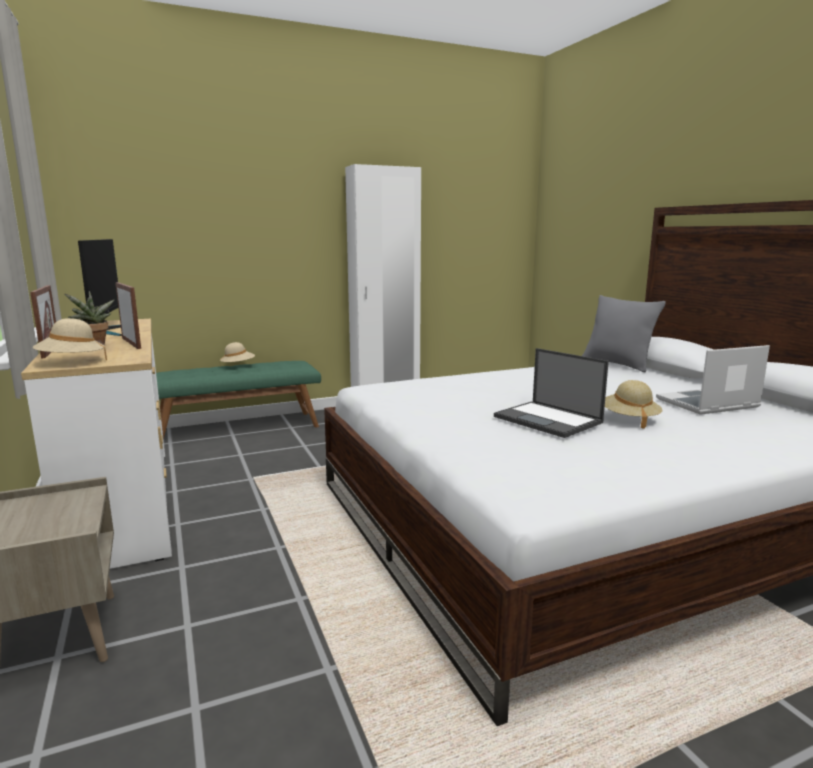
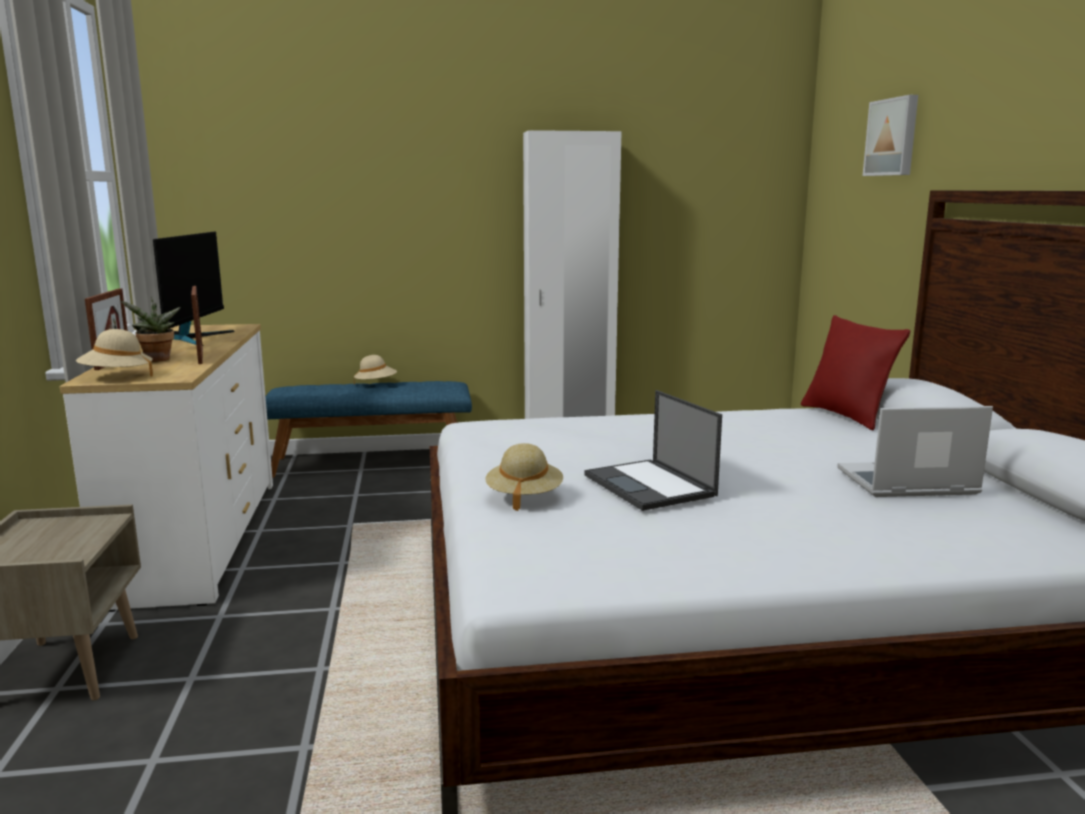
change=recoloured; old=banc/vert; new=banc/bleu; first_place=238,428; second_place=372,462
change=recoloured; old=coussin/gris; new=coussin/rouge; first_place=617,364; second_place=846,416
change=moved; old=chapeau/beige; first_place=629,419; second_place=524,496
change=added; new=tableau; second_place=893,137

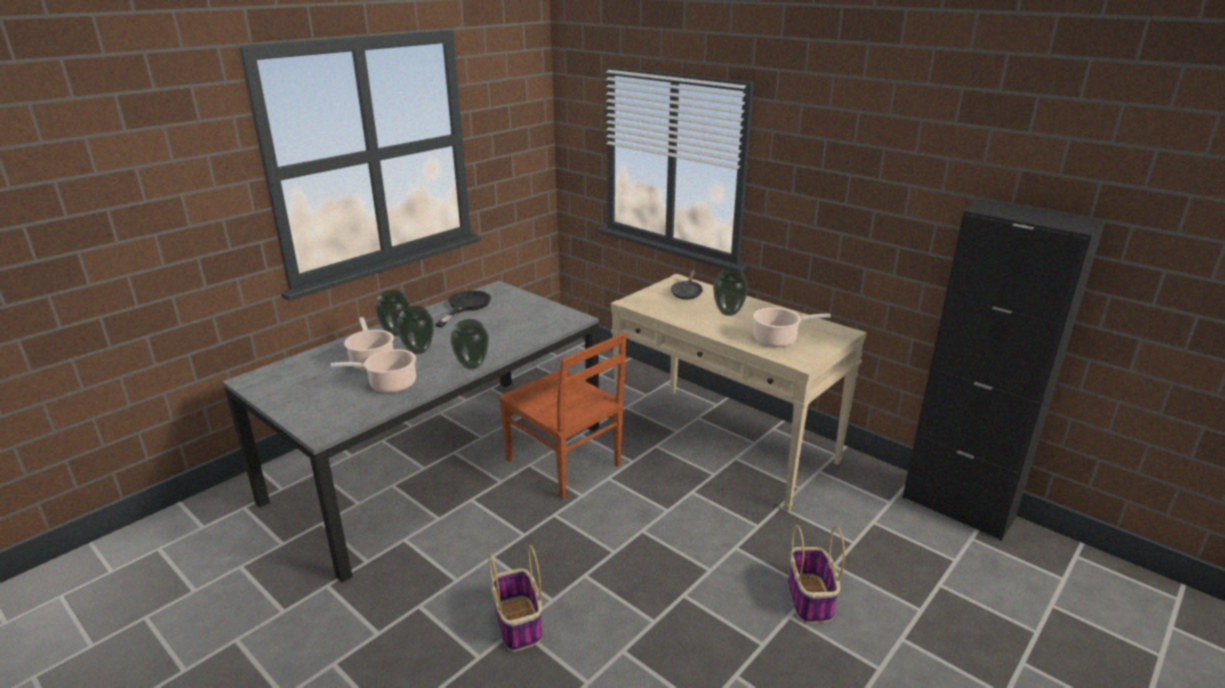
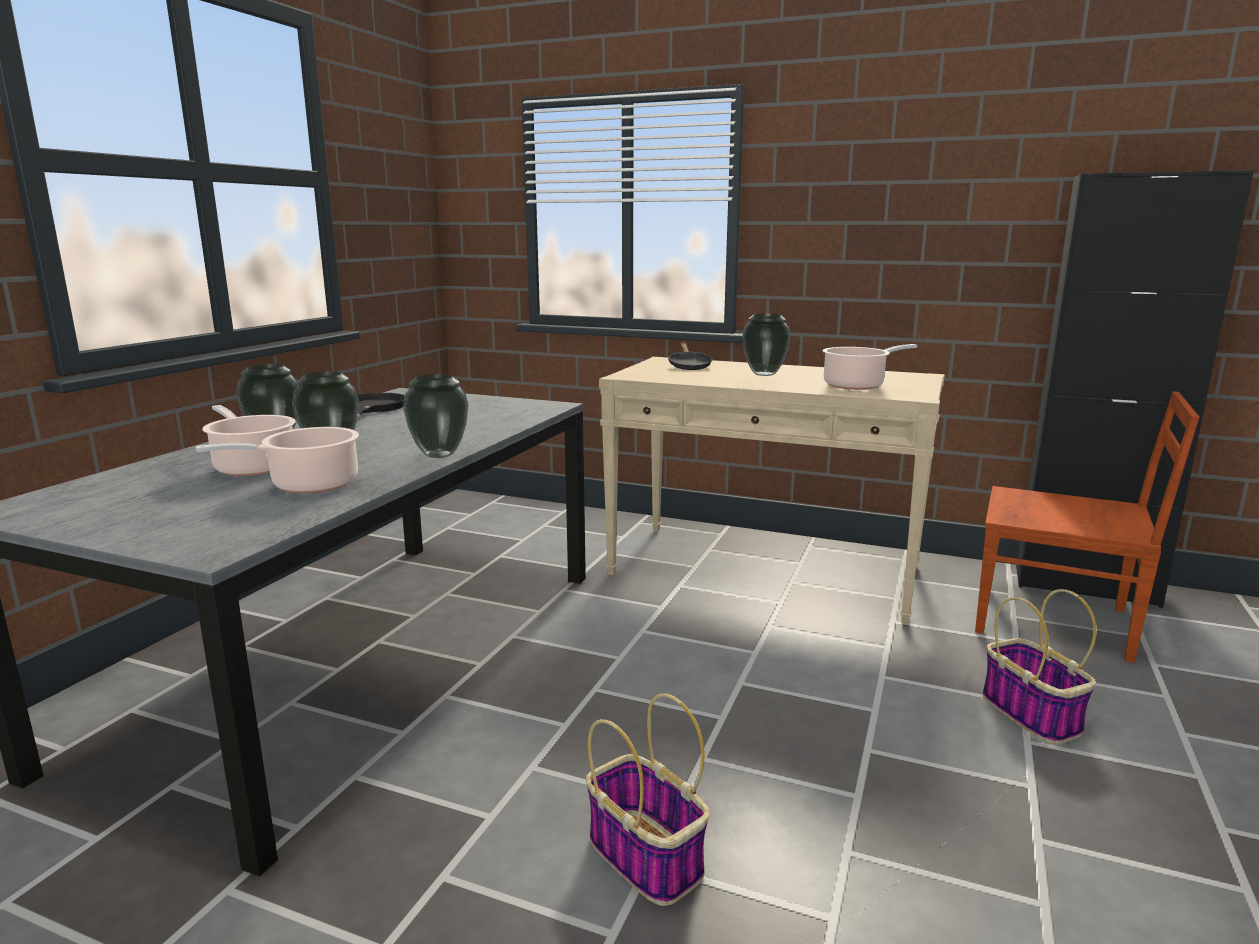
change=moved; old=chaise/marron; first_place=564,464; second_place=1056,622

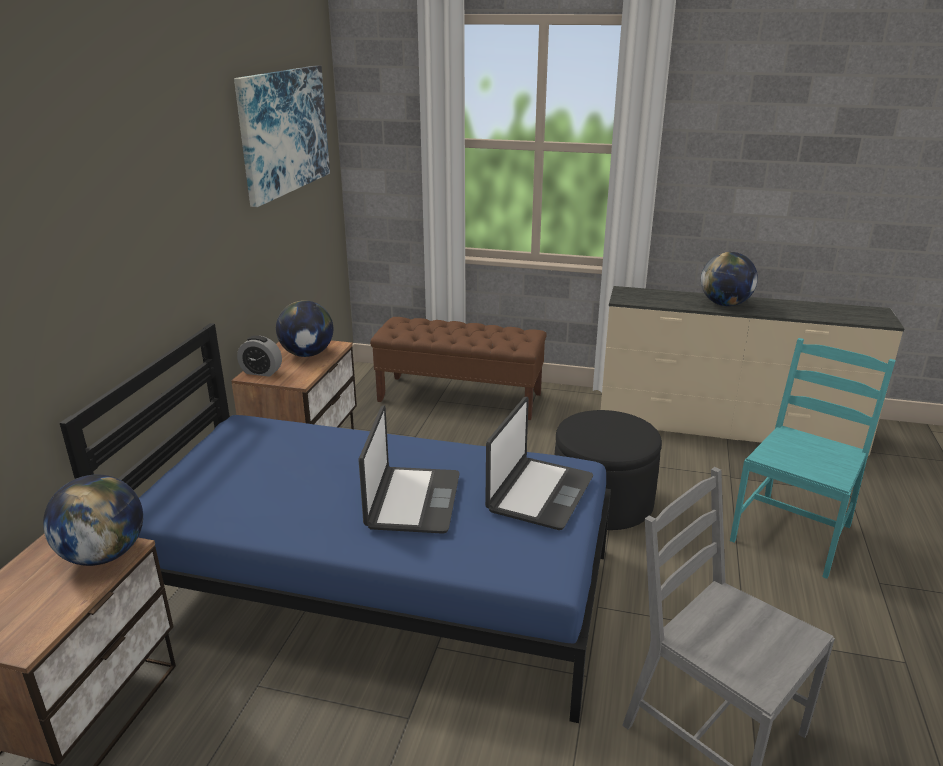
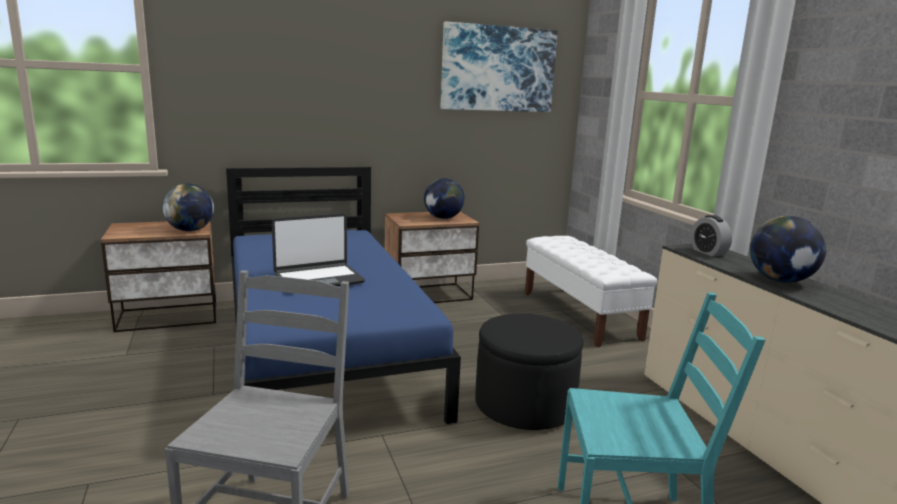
change=moved; old=réveil; first_place=261,372; second_place=708,252
change=recoloured; old=banc/marron; new=banc/blanc; first_place=460,397; second_place=579,315
change=removed; old=ordinateur portable; first_place=539,494

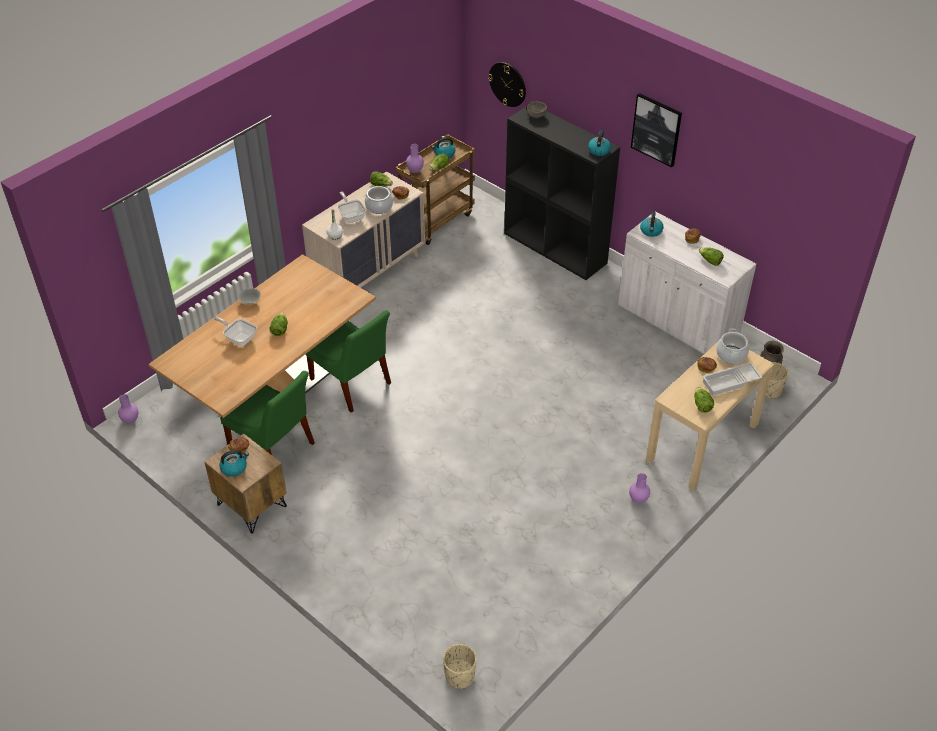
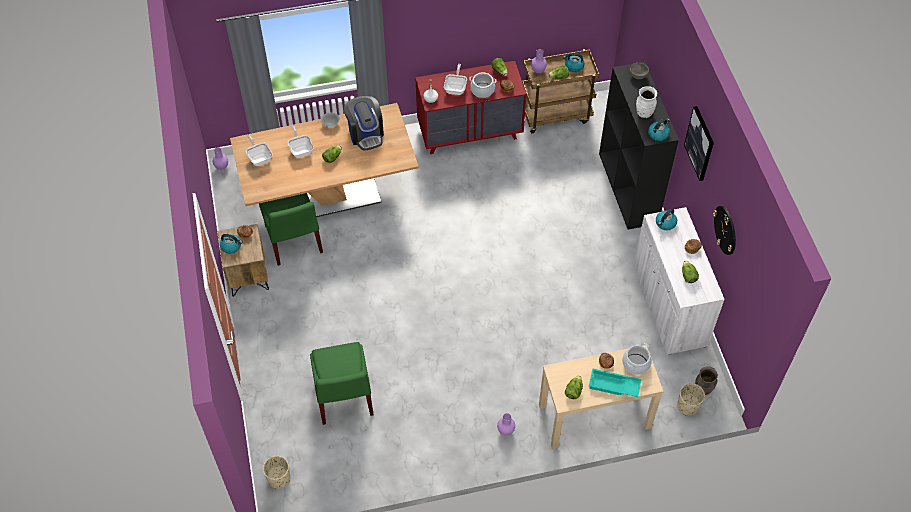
change=recoloured; old=commode/beige; new=commode/rouge; first_place=368,270; second_place=470,132
change=moved; old=chaise/vert; first_place=352,384; second_place=343,398
change=moved; old=horloge murale; first_place=507,84; second_place=725,230
change=recoloured; old=plateau/blanc; new=plateau/turquoise; first_place=731,382; second_place=613,386
change=added; new=poêle; second_place=259,157
change=added; new=machine à café; second_place=365,134
change=added; new=vase/blanc; second_place=644,113

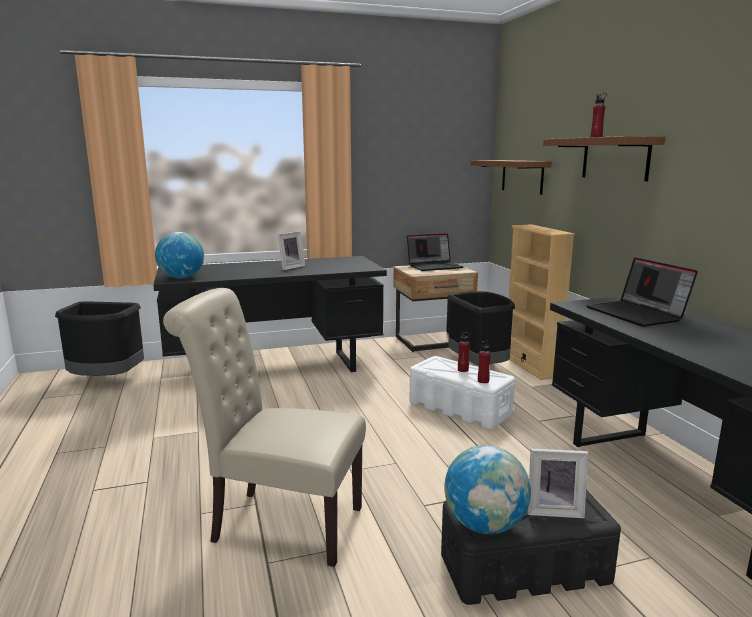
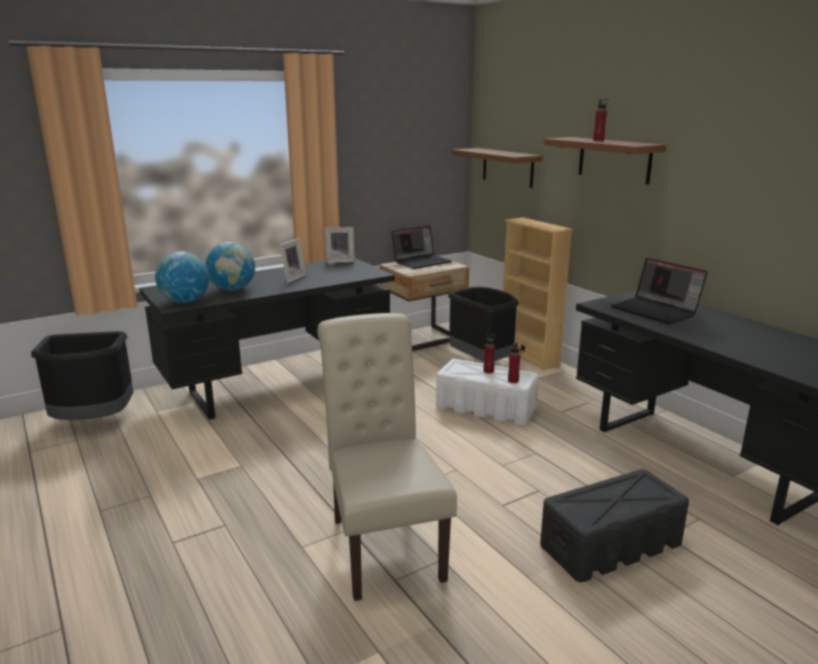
change=turned; old=chaise/beige; first_place=279,523; second_place=383,543; degrees=75
change=moved; old=globe; first_place=485,525; second_place=232,289
change=moved; old=cadre photo; first_place=553,509; second_place=340,261

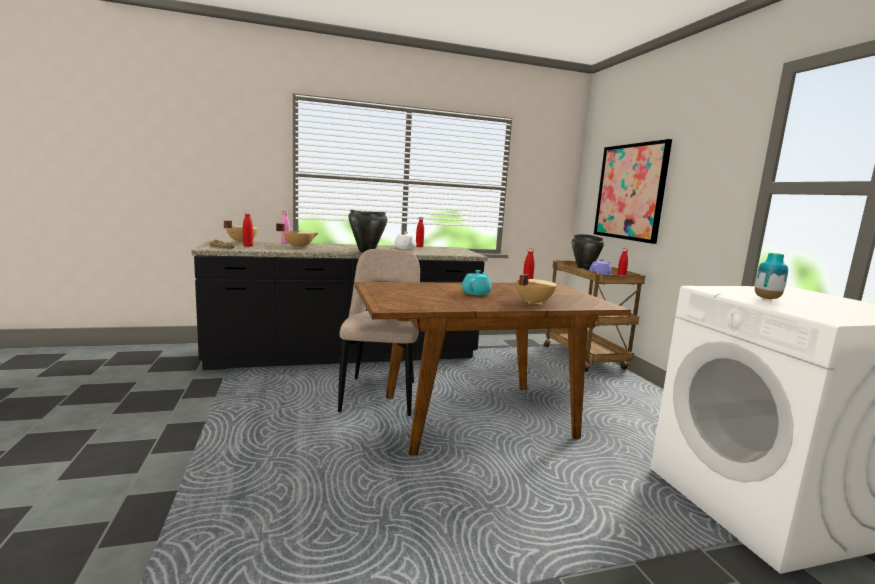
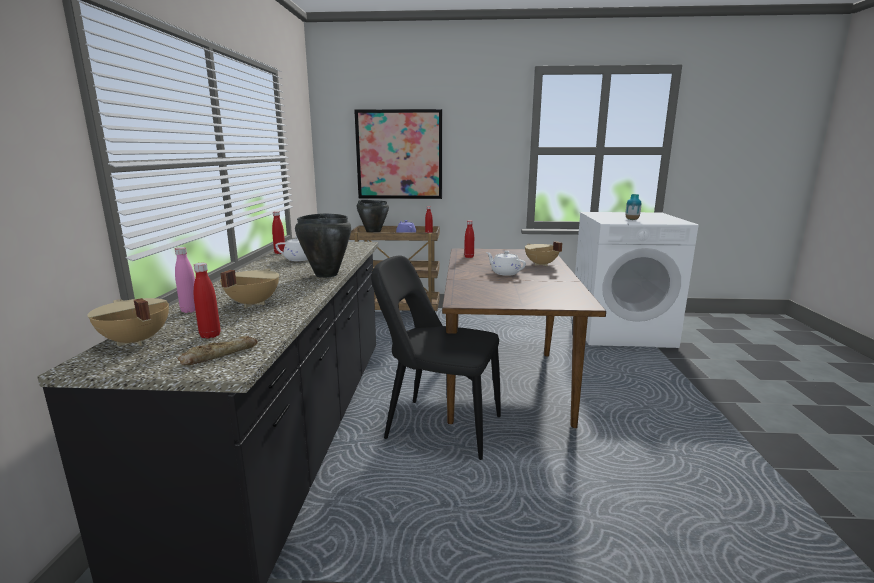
change=recoloured; old=chaise/beige; new=chaise/noir; first_place=380,394; second_place=438,427
change=recoloured; old=théière/turquoise; new=théière/blanc; first_place=476,293; second_place=505,273

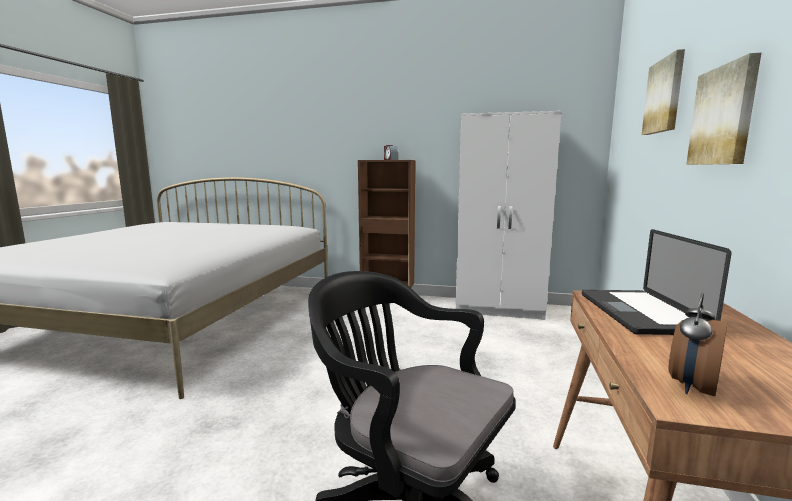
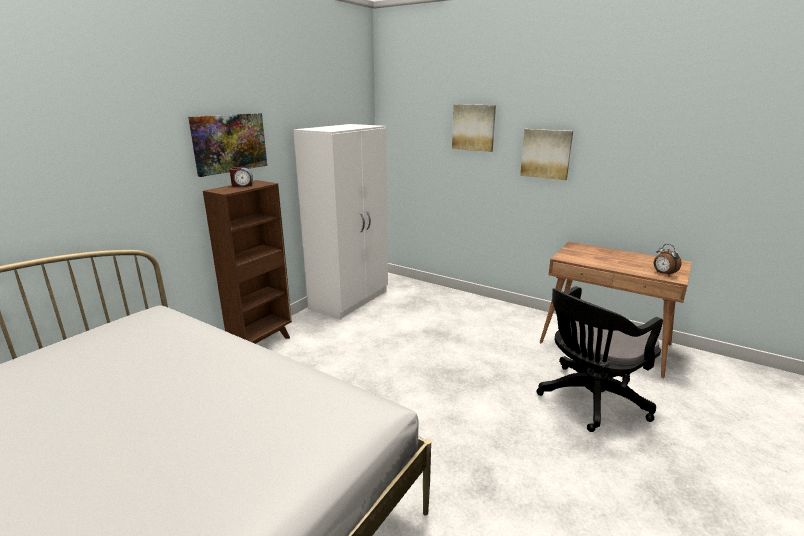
change=removed; old=ordinateur portable; first_place=640,313
change=added; new=tableau; second_place=229,143

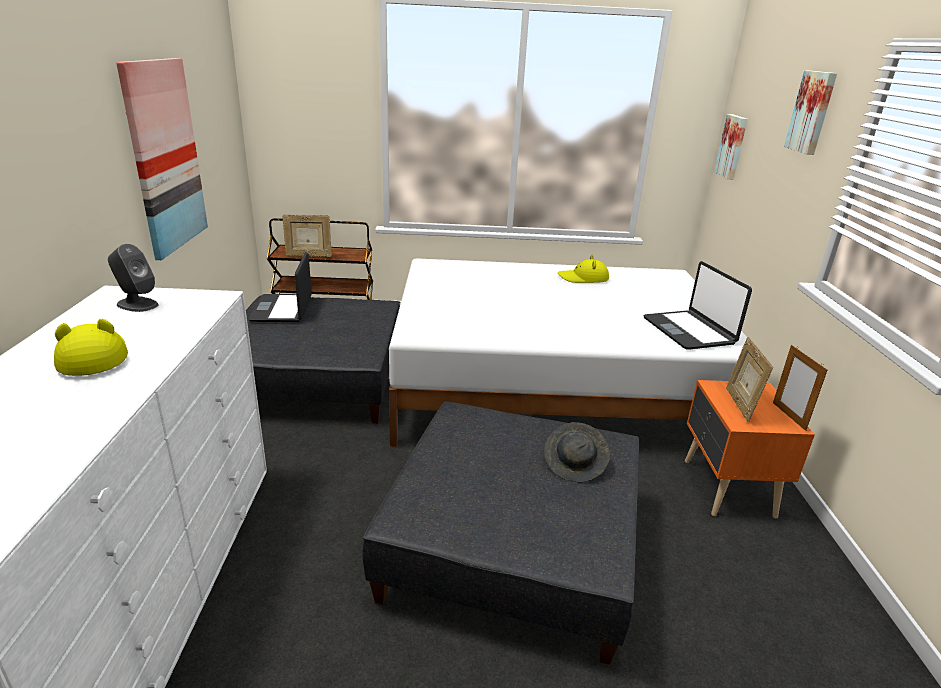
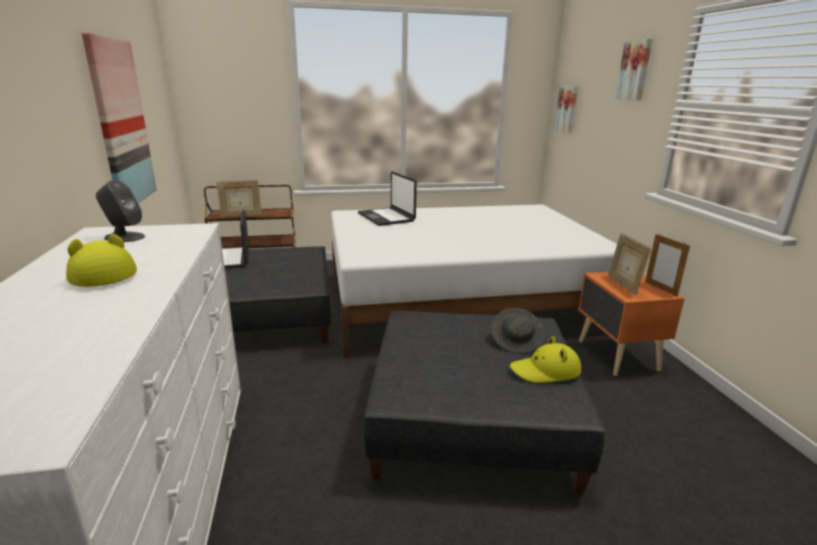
change=moved; old=chapeau/jaune; first_place=583,278; second_place=545,371
change=moved; old=ordinateur portable; first_place=689,331; second_place=386,217

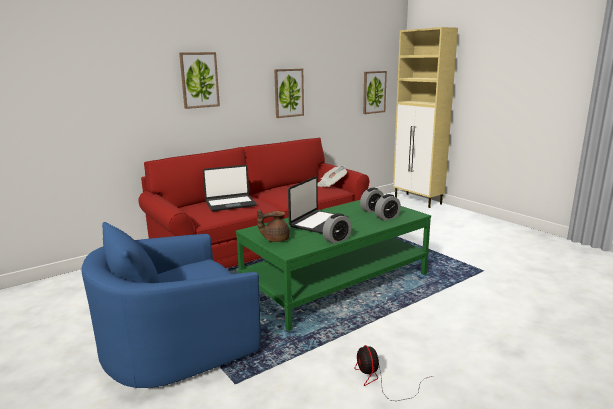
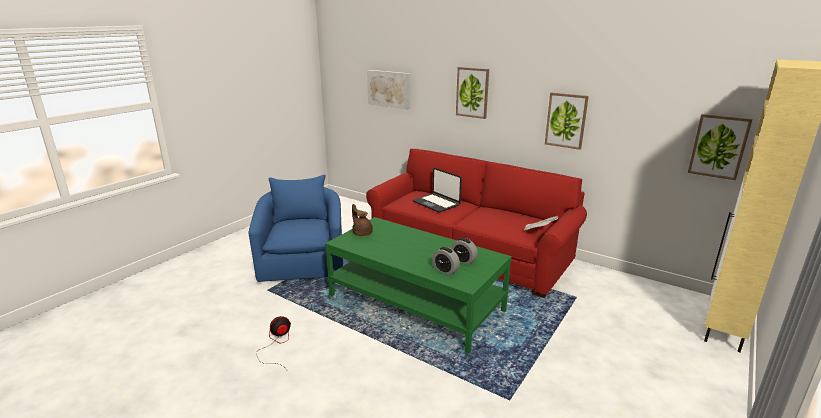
change=turned; old=fauteuil/bleu; first_place=177,344; second_place=303,261; degrees=45
change=removed; old=ordinateur portable; first_place=318,223
change=removed; old=réveil; first_place=337,240
change=added; new=tableau; second_place=389,89

